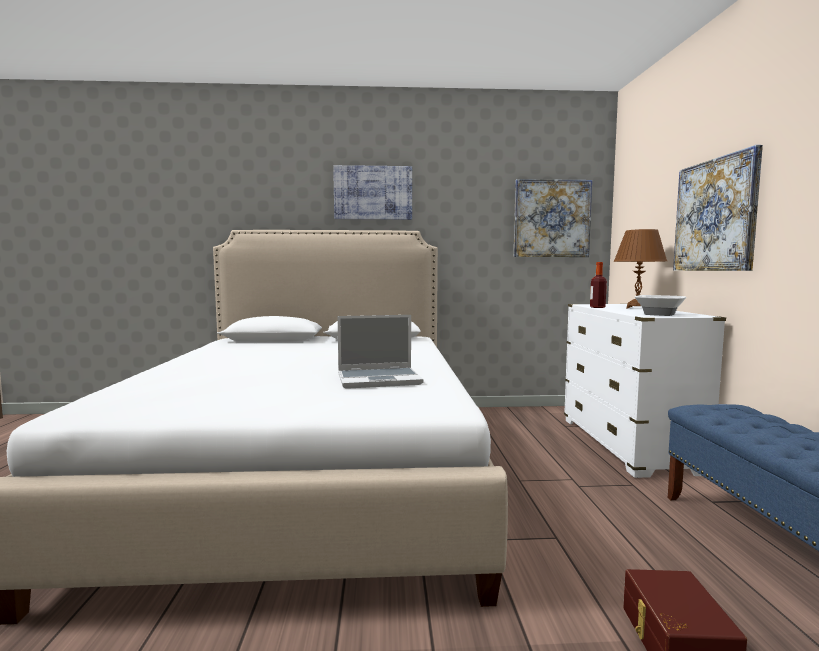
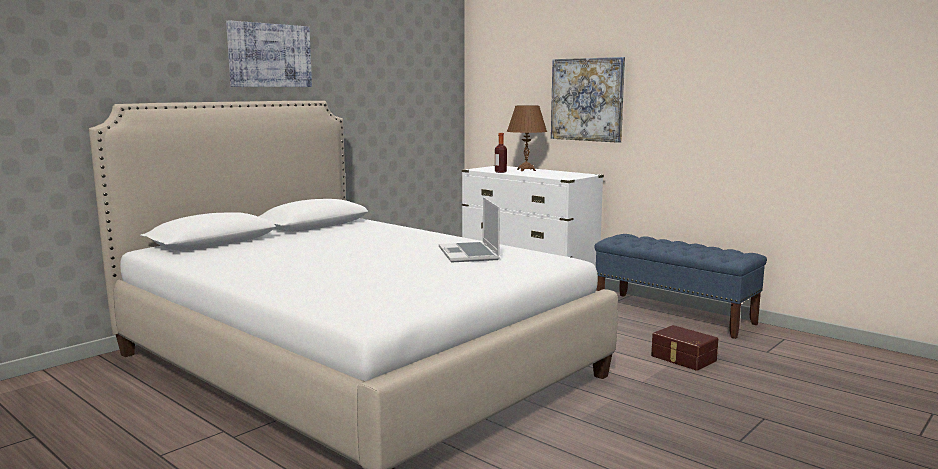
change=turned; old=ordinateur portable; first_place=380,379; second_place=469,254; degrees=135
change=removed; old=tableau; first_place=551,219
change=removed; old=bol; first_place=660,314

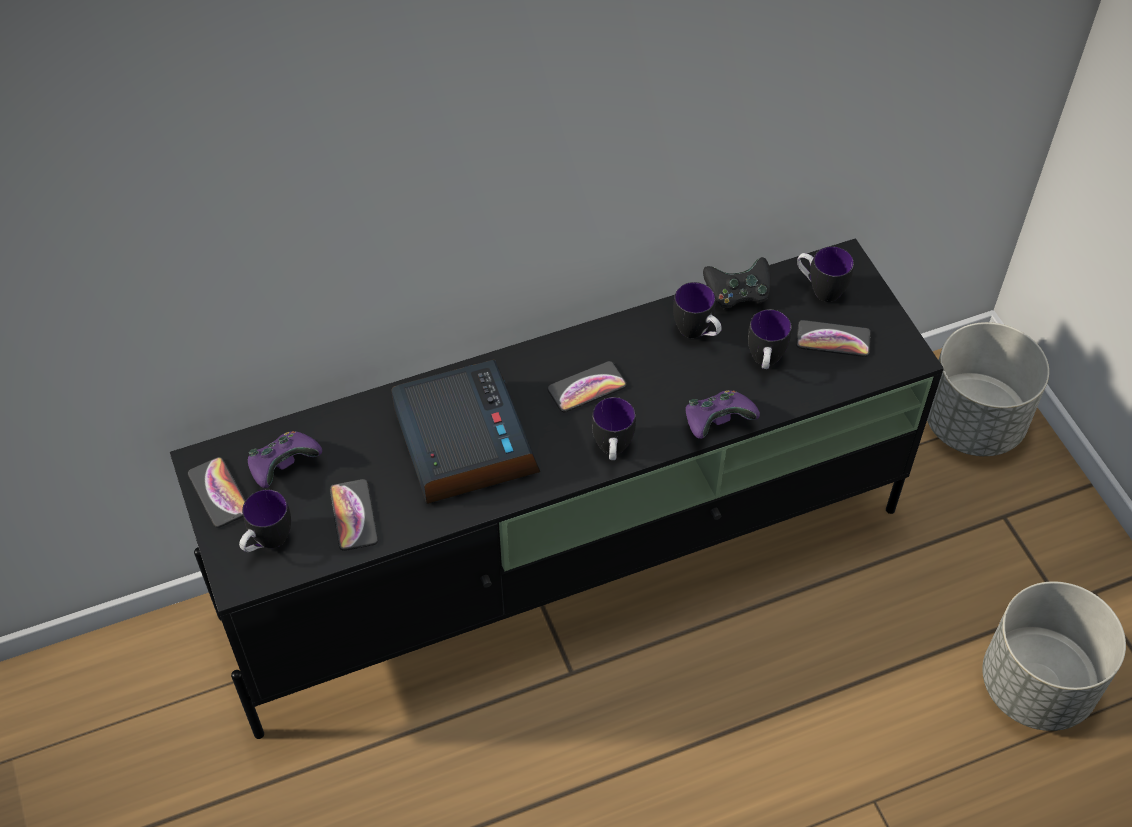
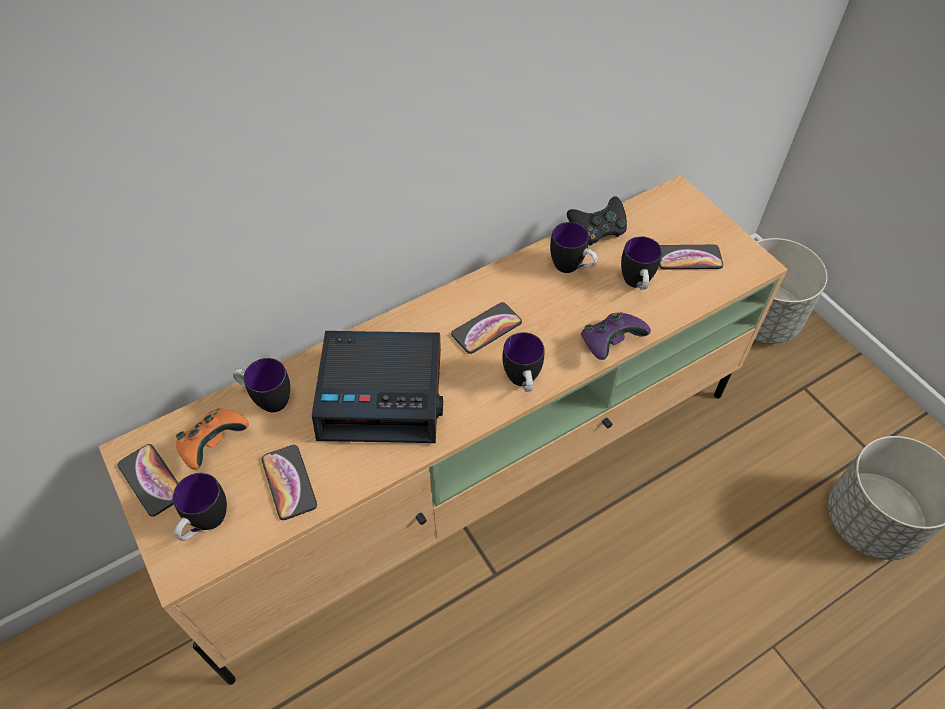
change=recoloured; old=meuble télé/noir; new=meuble télé/beige; first_place=569,562; second_place=474,477
change=recoloured; old=manette/violet; new=manette/orange; first_place=284,467; second_place=214,444
change=turned; old=réveil; first_place=463,441; second_place=383,394; degrees=120
change=moved; old=mug; first_place=819,289; second_place=267,399

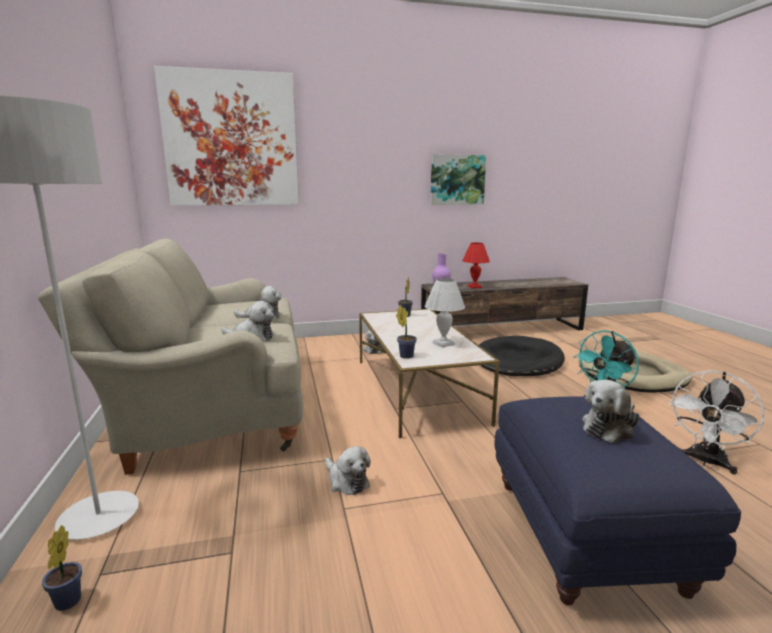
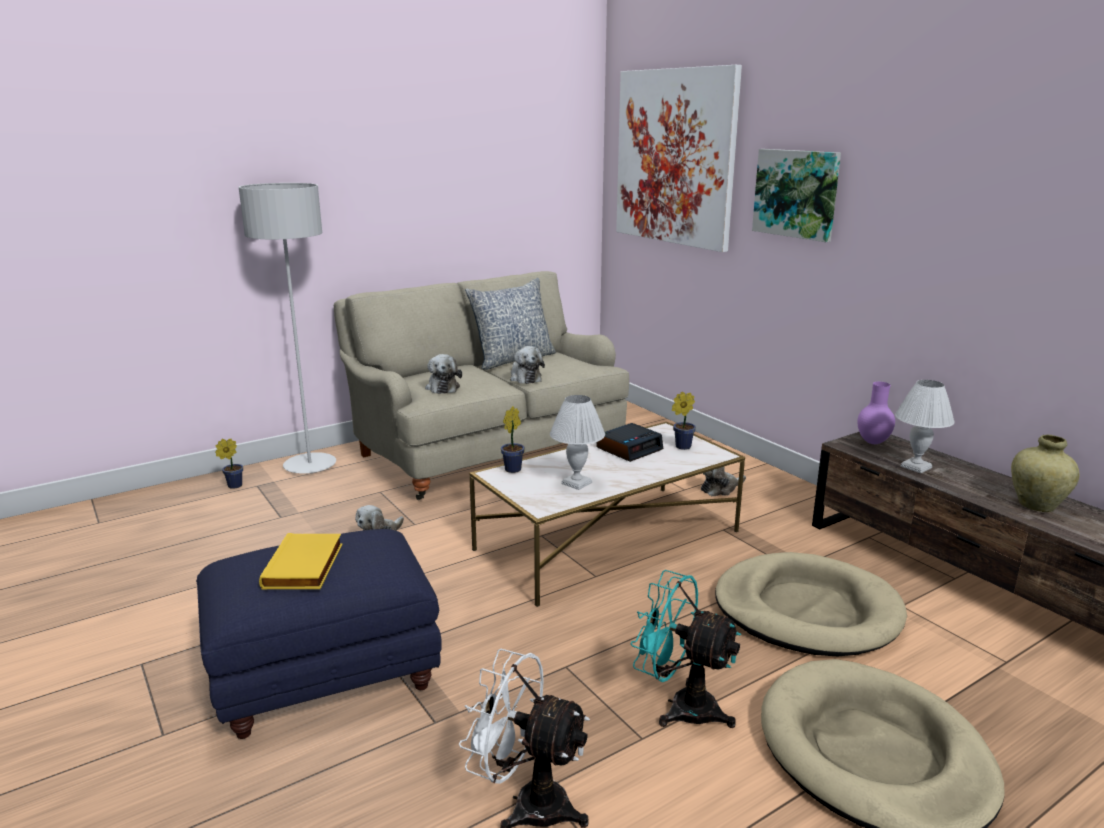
change=moved; old=tableau; first_place=457,180; second_place=796,193
change=recoloured; old=lampe de table/rouge; new=lampe de table/blanc; first_place=474,287; second_place=915,467
change=recoloured; old=panier pour chien/noir; new=panier pour chien/beige; first_place=517,361; second_place=806,610
change=replaced; old=peluche; new=livre/jaune; first_place=609,428; second_place=305,566
change=added; new=coussin; second_place=513,359
change=added; new=réveil; second_place=629,448
change=added; new=vase/beige; second_place=1036,505

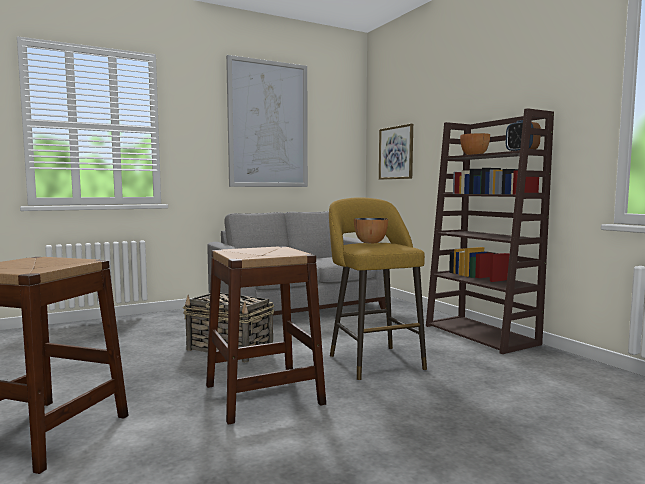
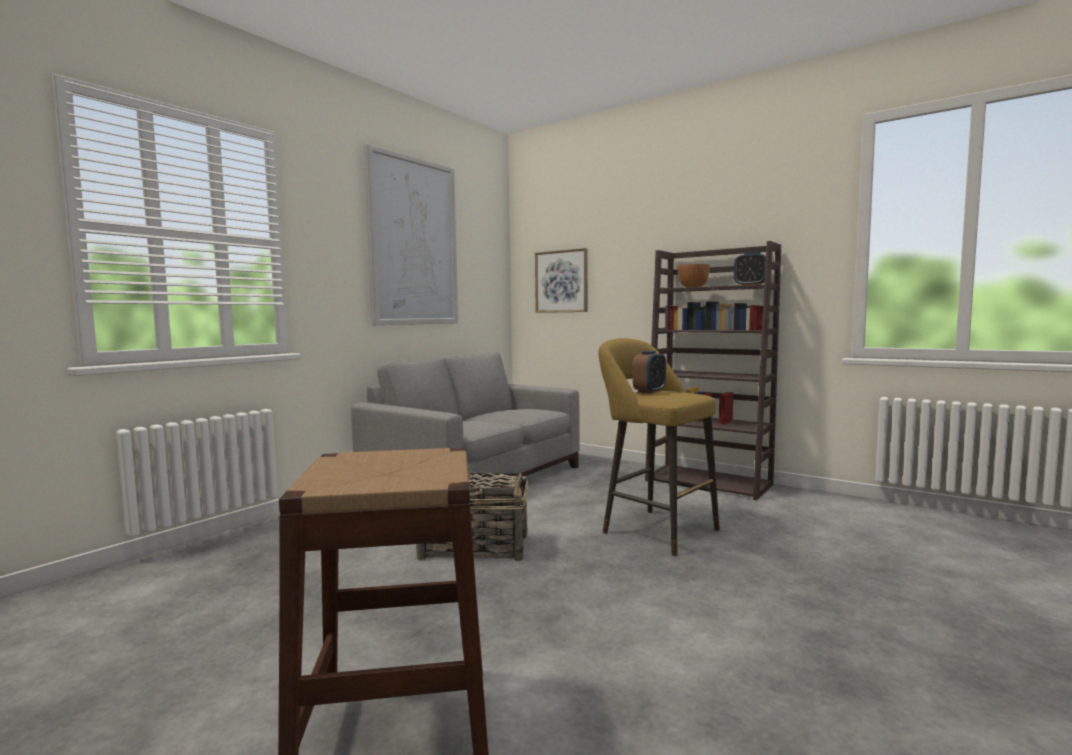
change=removed; old=tabouret/marron; first_place=263,394
change=replaced; old=bol; new=réveil; first_place=371,242; second_place=649,391

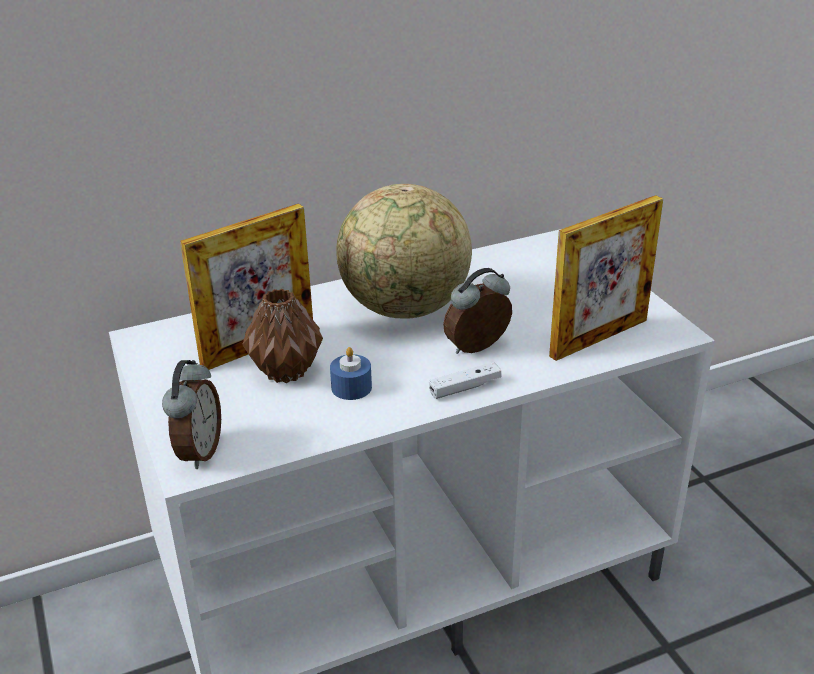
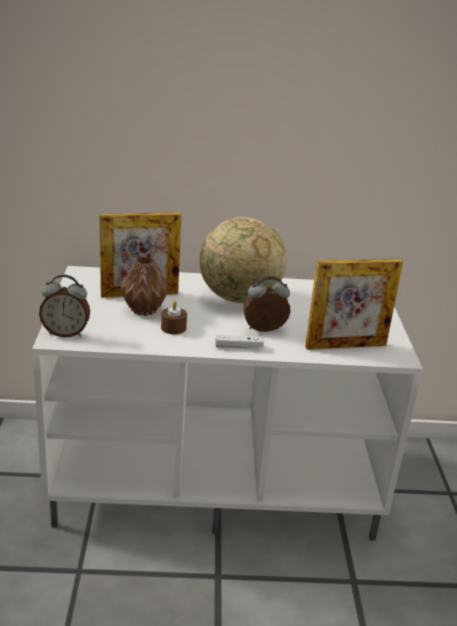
change=turned; old=réveil; first_place=198,452; second_place=66,333; degrees=60
change=recoloured; old=bougie/bleu; new=bougie/marron; first_place=351,387; second_place=173,328

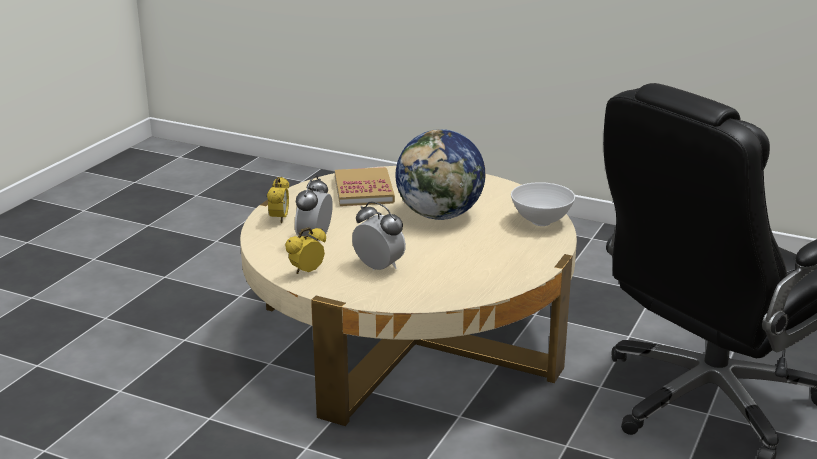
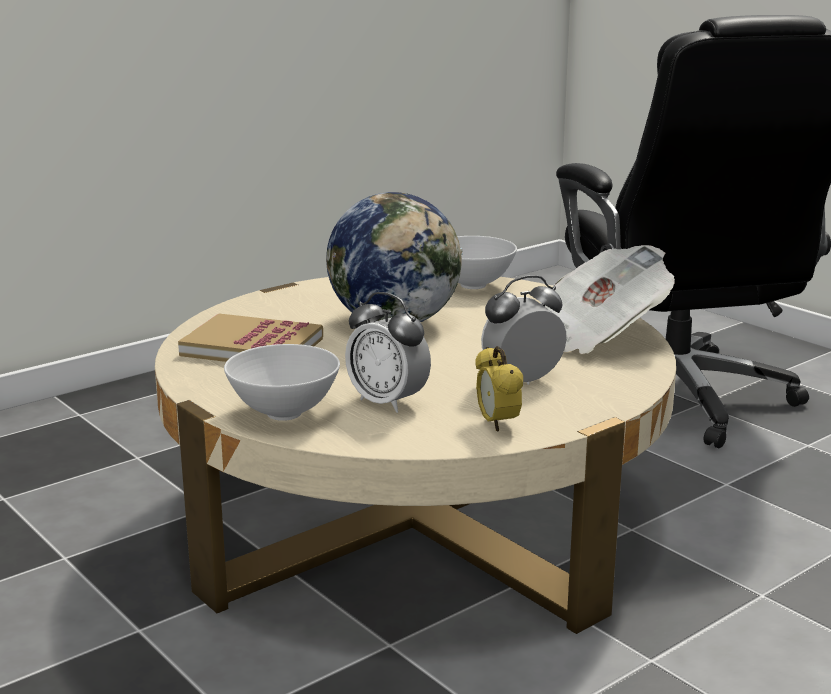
change=replaced; old=réveil; new=bol/blanc; first_place=279,219; second_place=283,413
change=added; new=journal; second_place=592,337

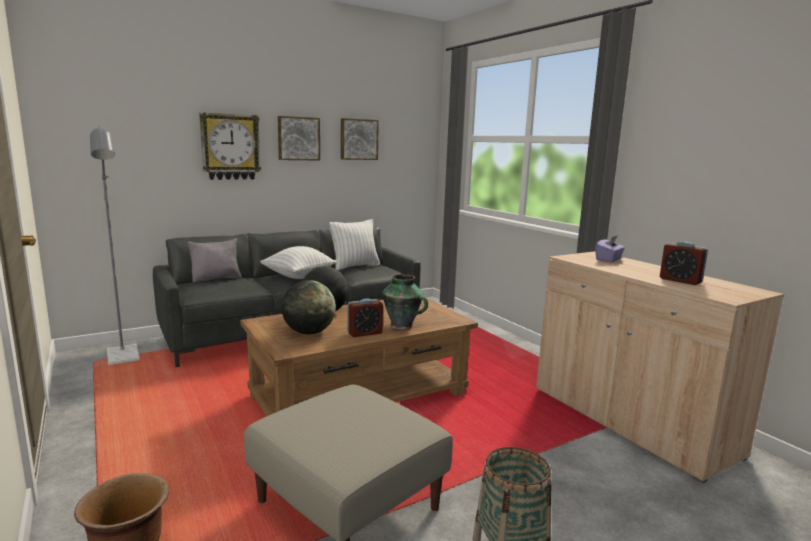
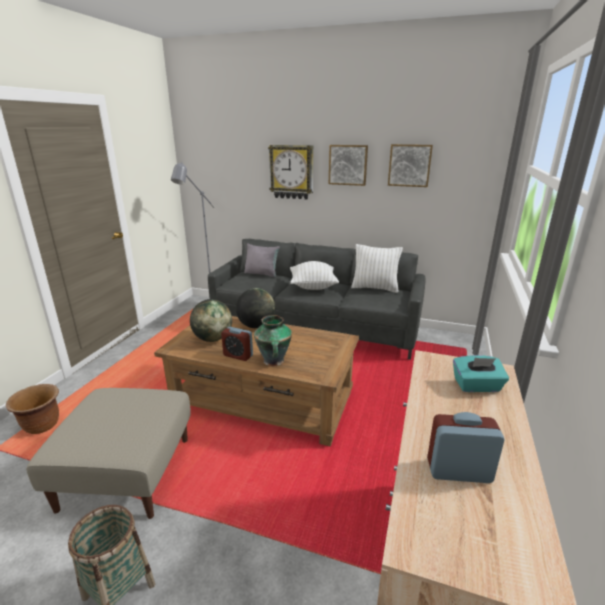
change=recoloured; old=boîte à mouchoirs/violet; new=boîte à mouchoirs/turquoise; first_place=608,260; second_place=477,386
change=turned; old=réveil; first_place=680,280; second_place=458,471; degrees=90

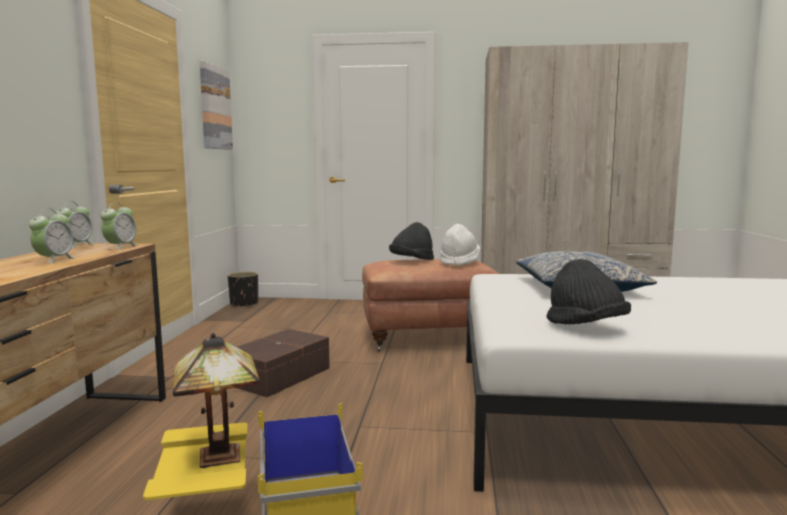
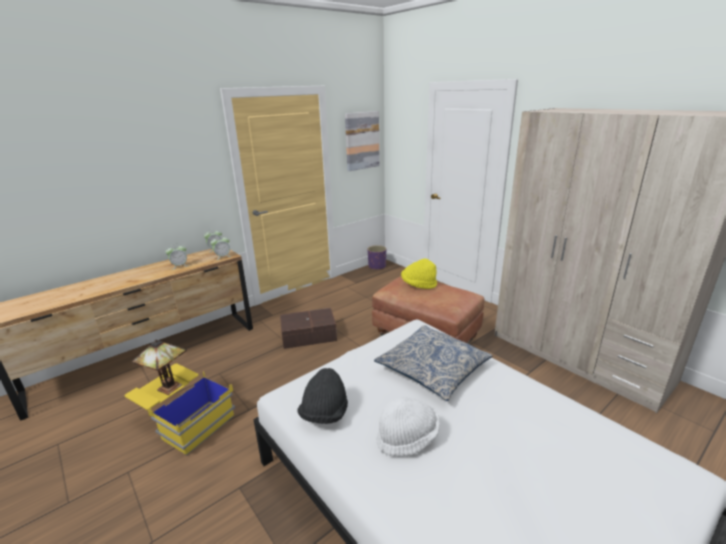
change=recoloured; old=cache-pot/noir; new=cache-pot/violet; first_place=244,304; second_place=377,266
change=recoloured; old=chapeau/noir; new=chapeau/jaune; first_place=411,261; second_place=418,285
change=moved; old=chapeau/blanc; first_place=459,262; second_place=407,438

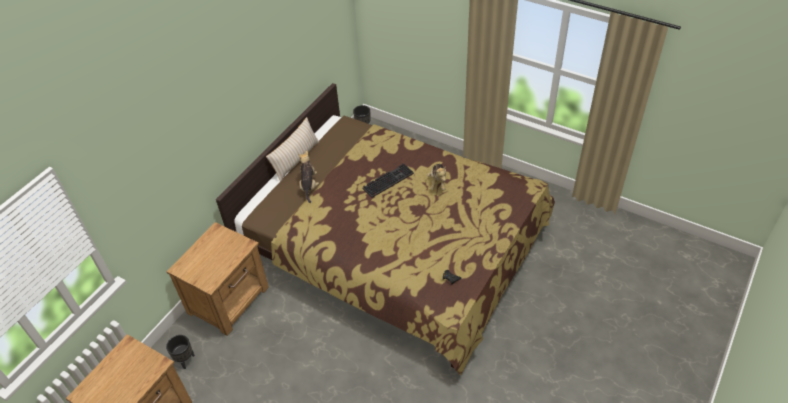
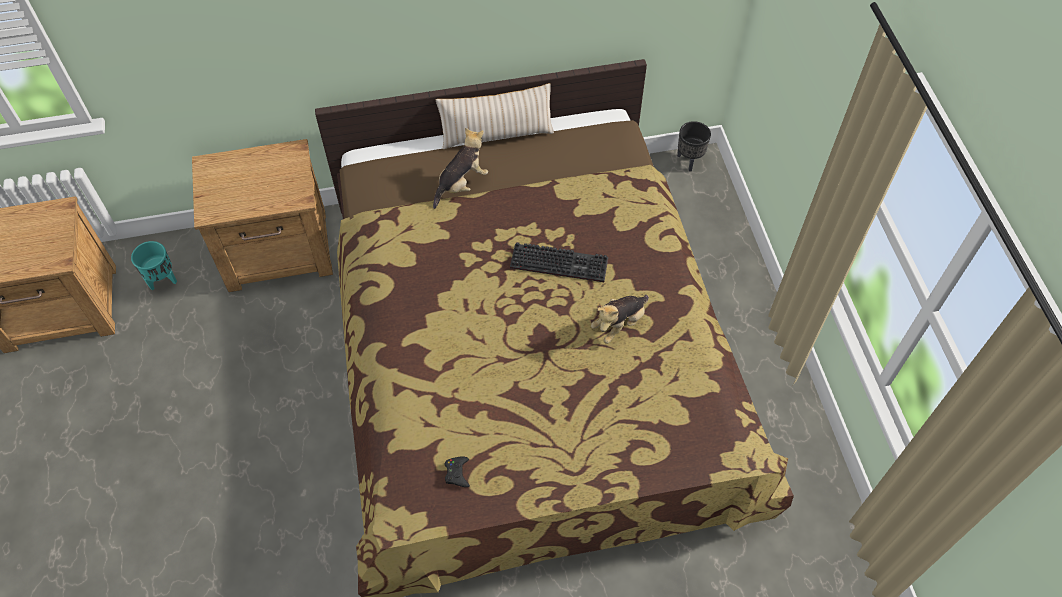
change=recoloured; old=cache-pot/noir; new=cache-pot/turquoise; first_place=185,360; second_place=162,280

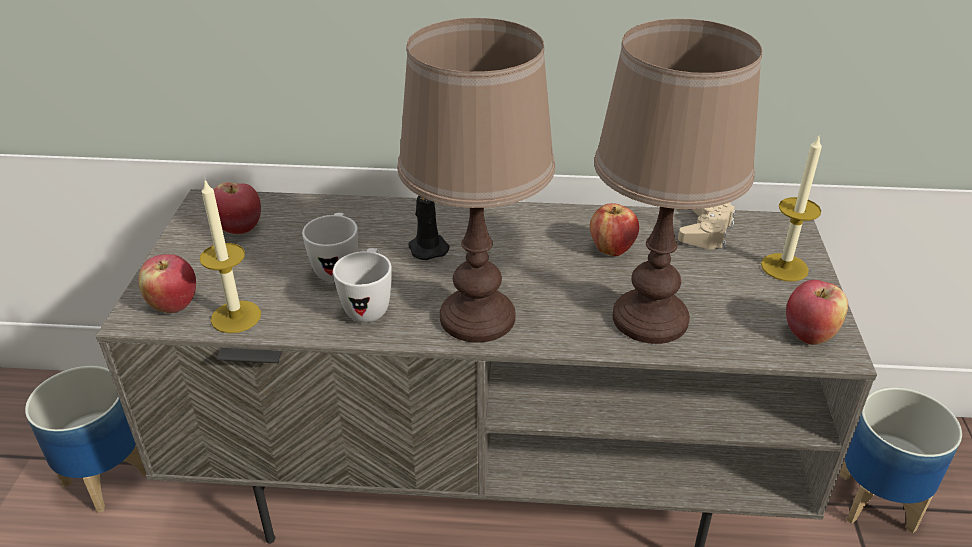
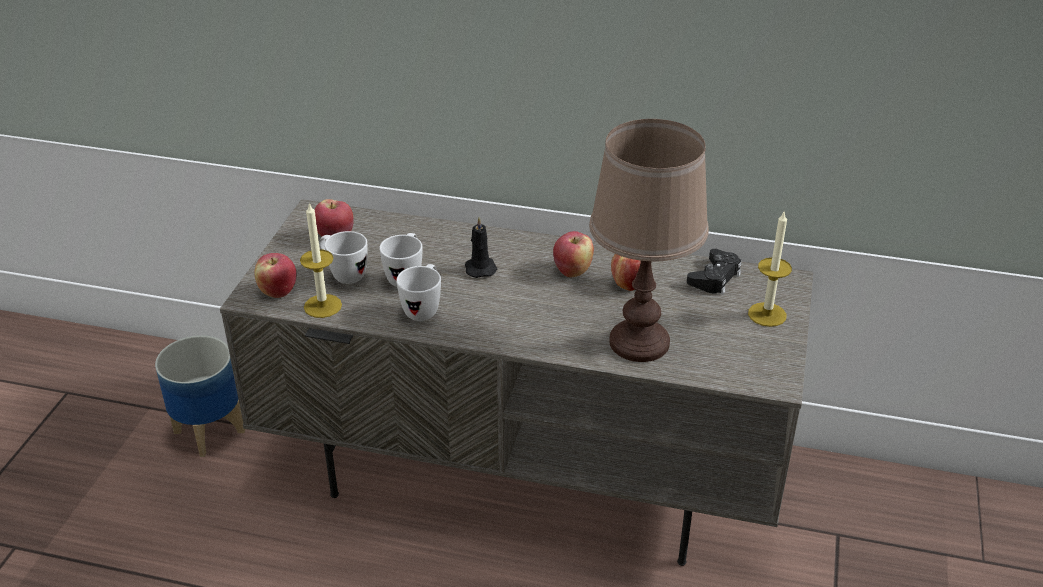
change=removed; old=lampe de table/marron; first_place=478,318
change=recoloured; old=manette/beige; new=manette/noir; first_place=706,231; second_place=715,278
change=moved; old=pomme; first_place=809,334; second_place=572,271
change=removed; old=cache-pot; first_place=876,501
change=added; new=mug/blanc; second_place=343,274

